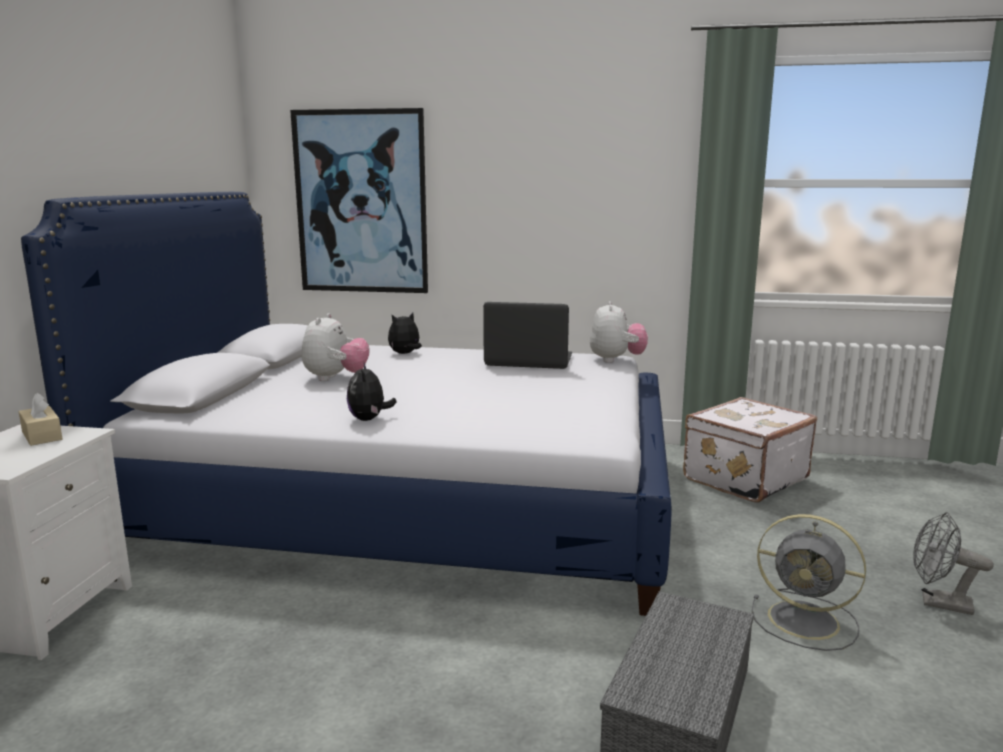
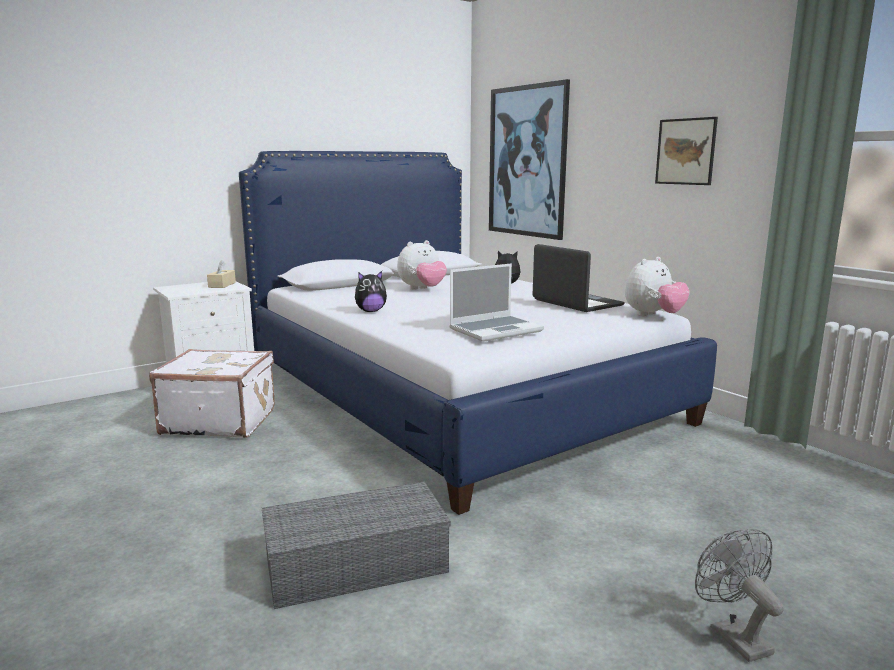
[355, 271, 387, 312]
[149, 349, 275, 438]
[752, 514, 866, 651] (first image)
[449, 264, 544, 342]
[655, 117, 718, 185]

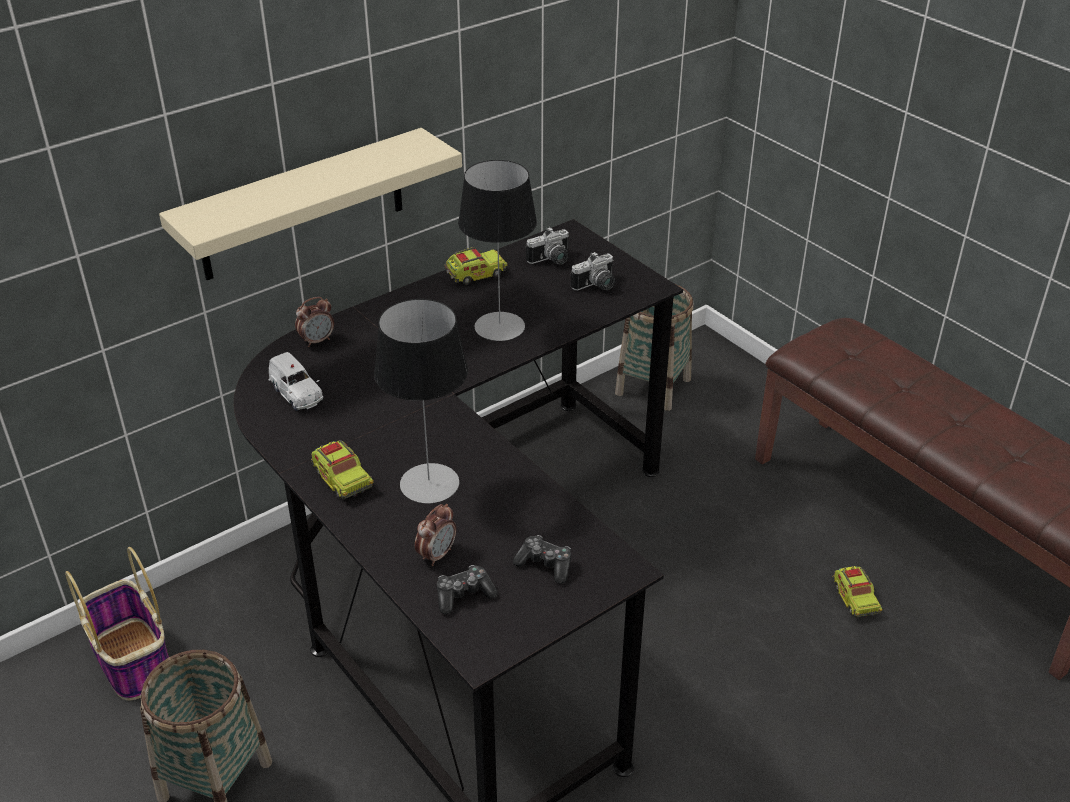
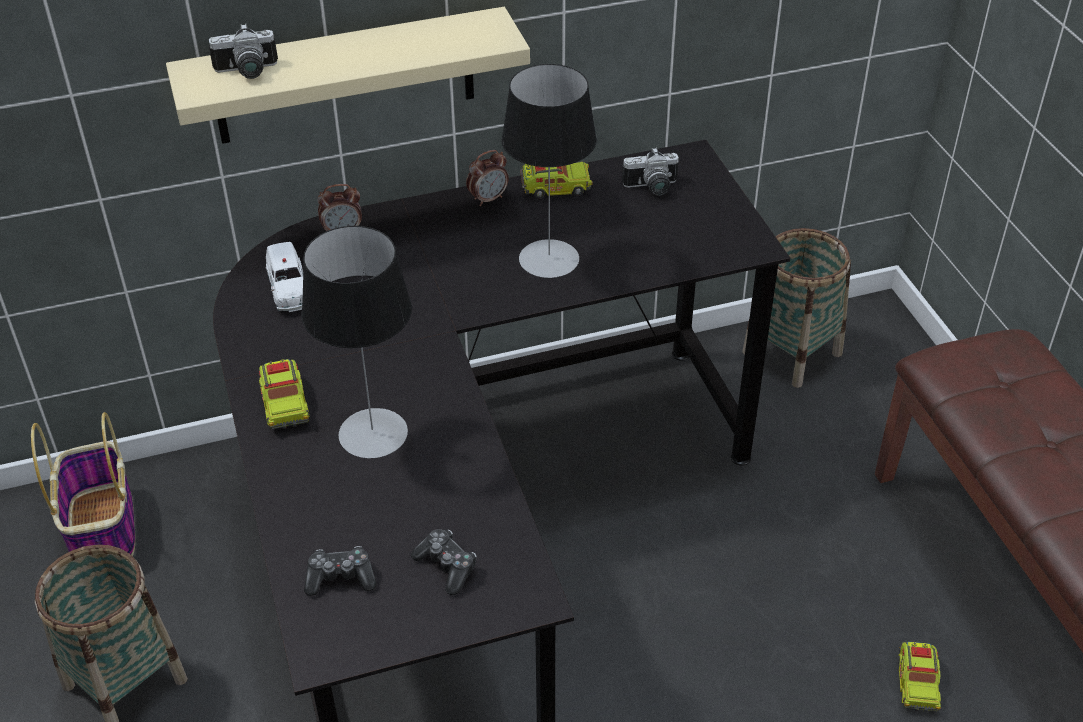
[466, 150, 509, 206]
[209, 24, 278, 79]

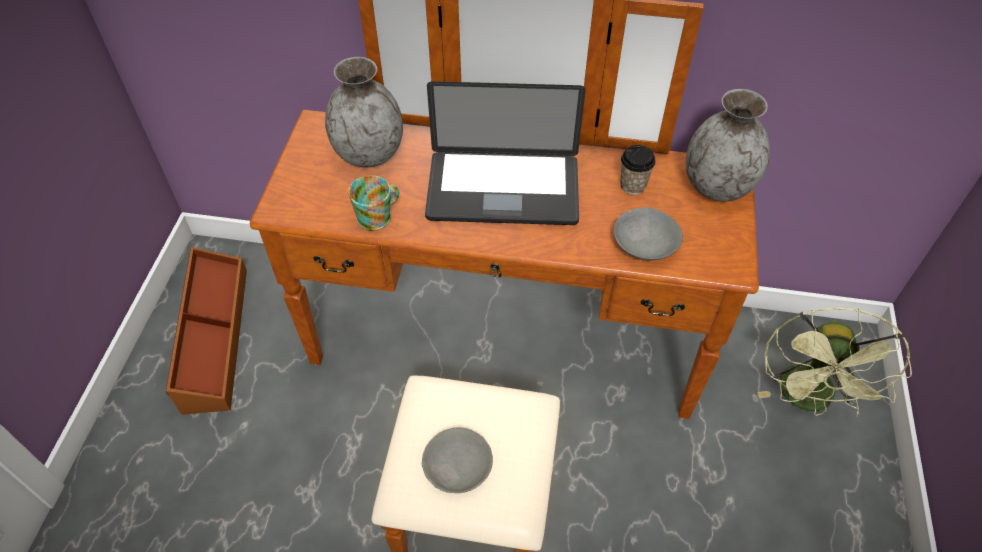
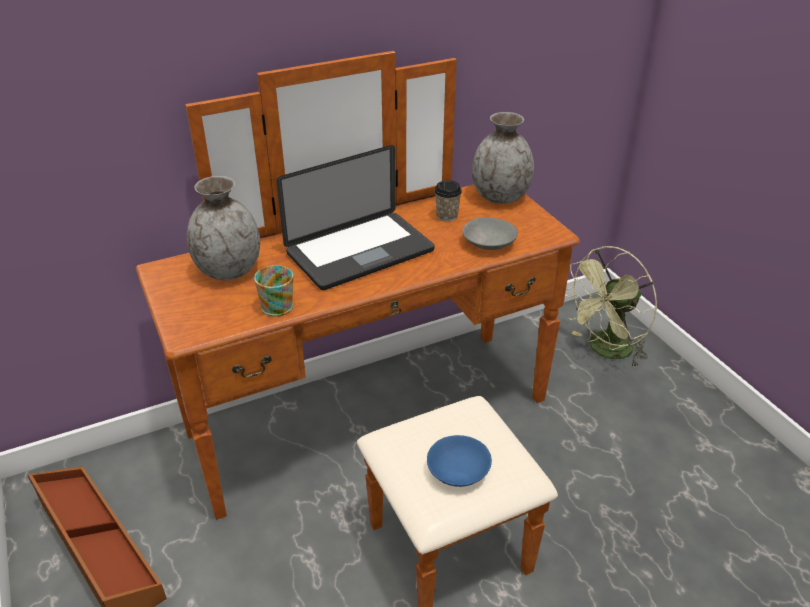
[427, 435, 492, 487]
[565, 246, 657, 367]

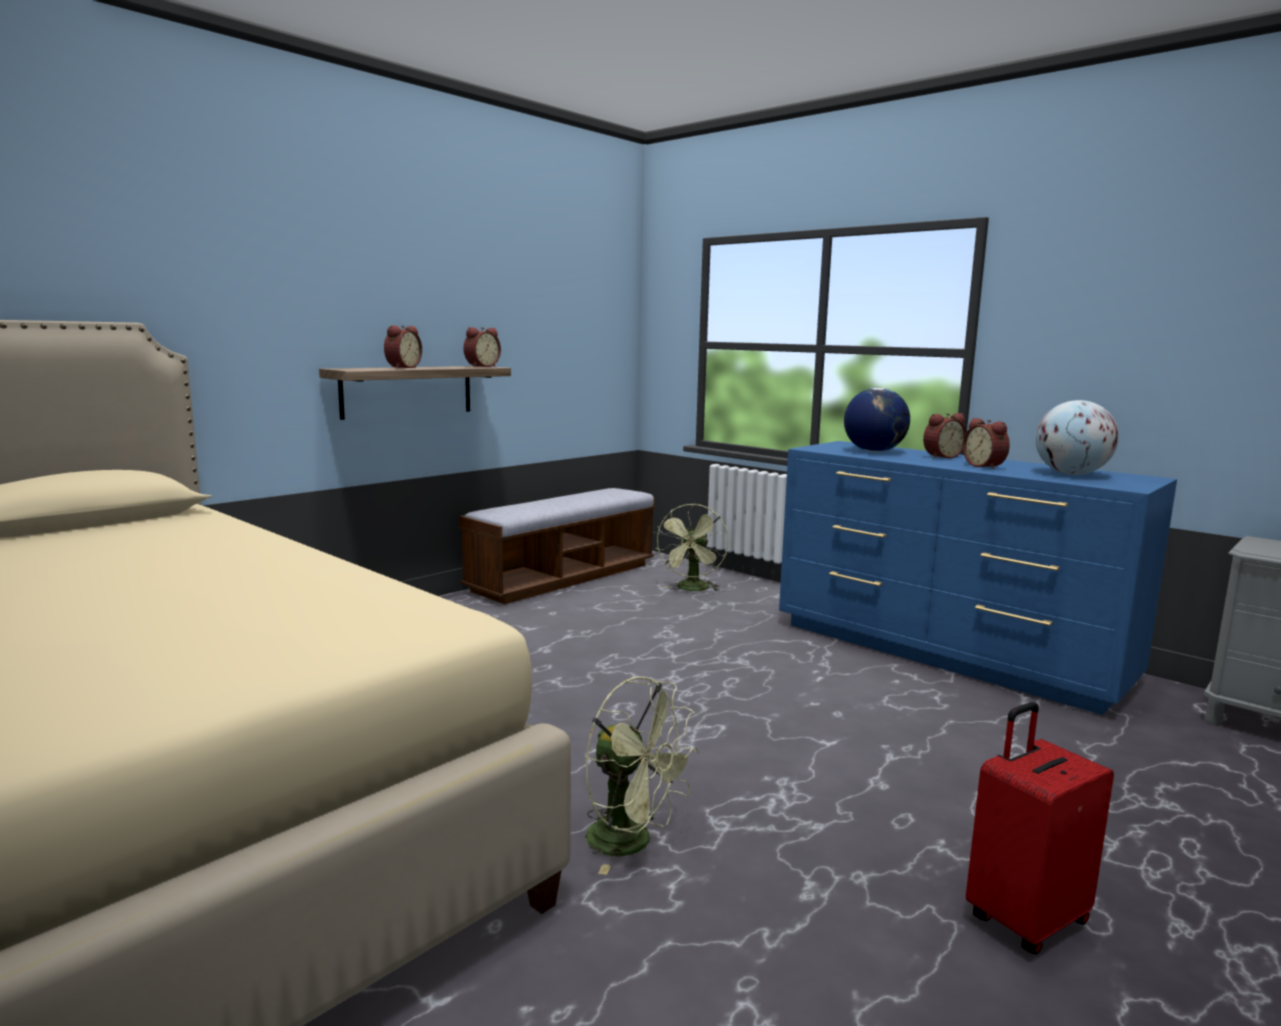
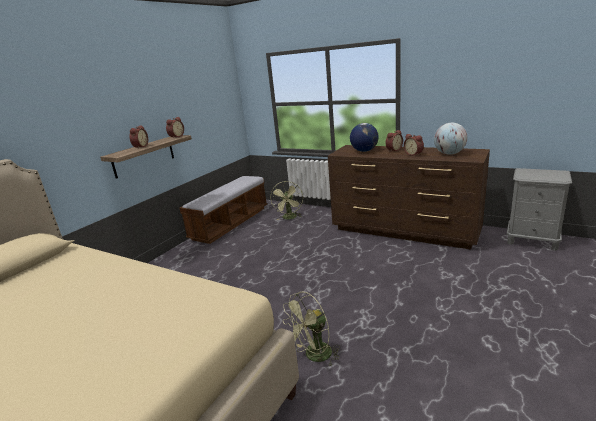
[283, 292, 340, 367]
[328, 145, 490, 249]
[966, 702, 1114, 955] (first image)

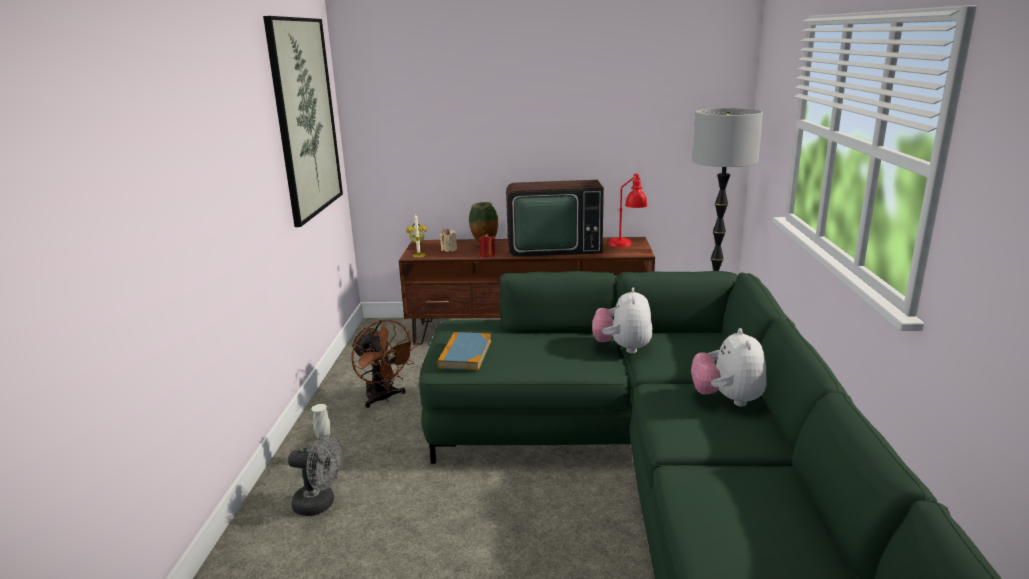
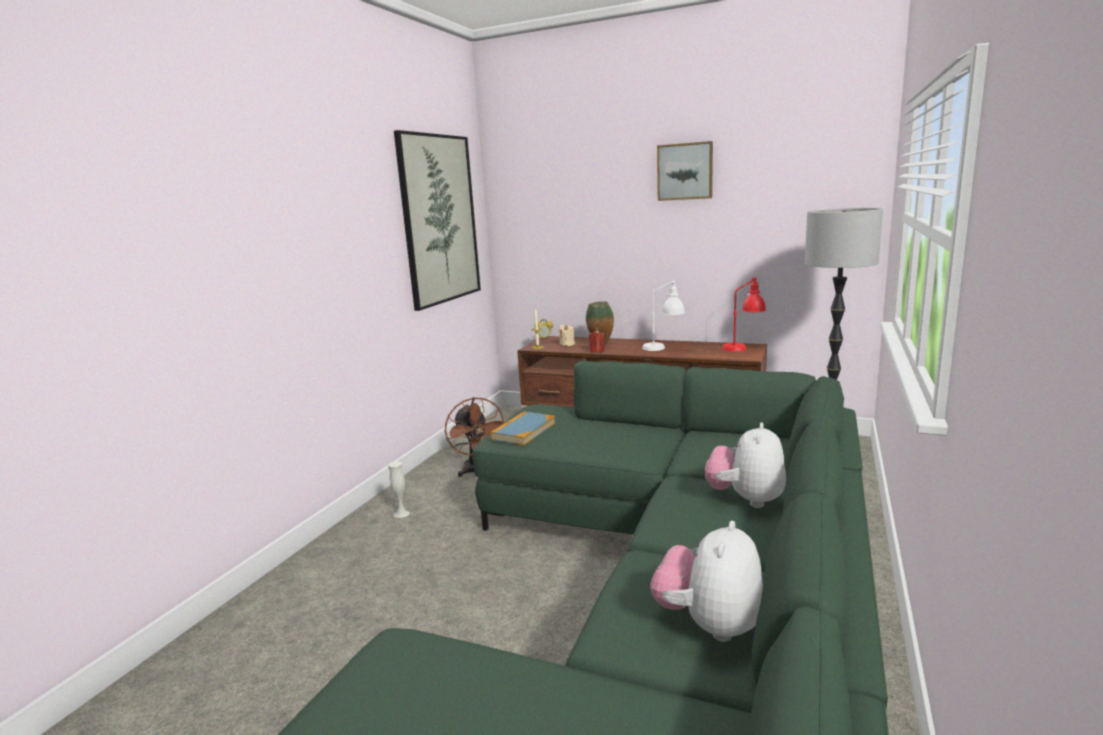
[288, 435, 342, 516] (first image)
[642, 280, 685, 351]
[650, 521, 763, 642]
[657, 141, 713, 201]

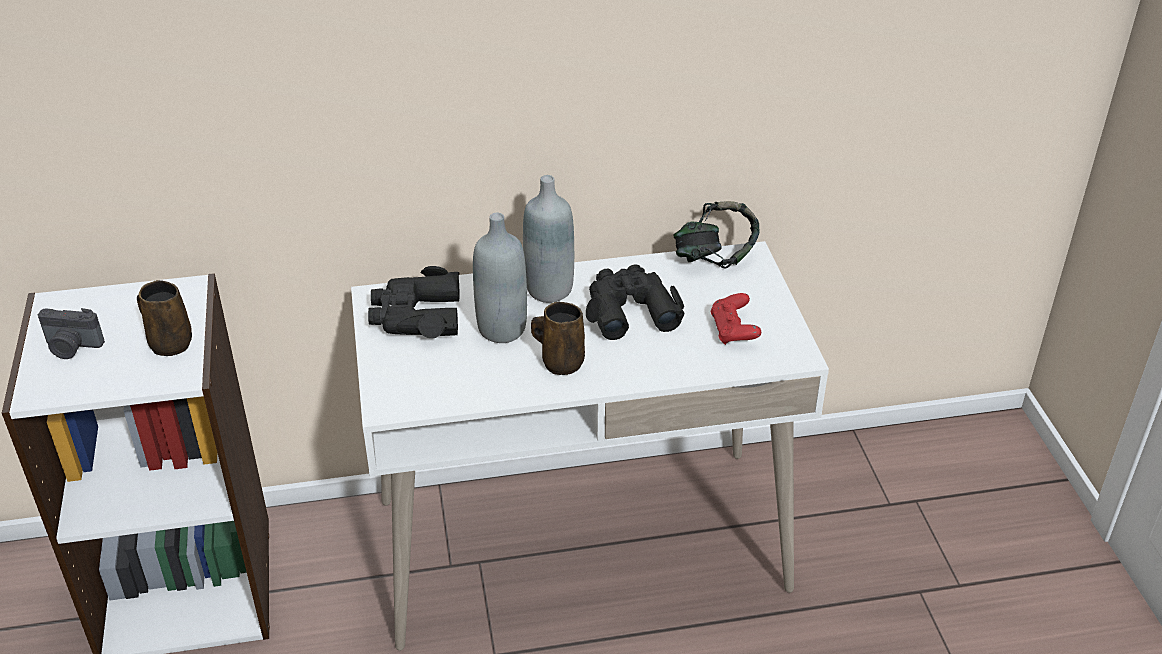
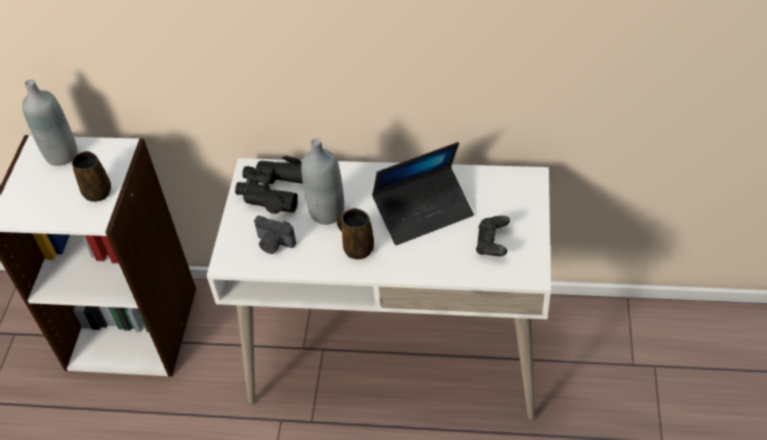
[254, 216, 296, 254]
[22, 79, 77, 166]
[372, 142, 474, 245]
[674, 201, 760, 269] (first image)
[476, 216, 510, 256]

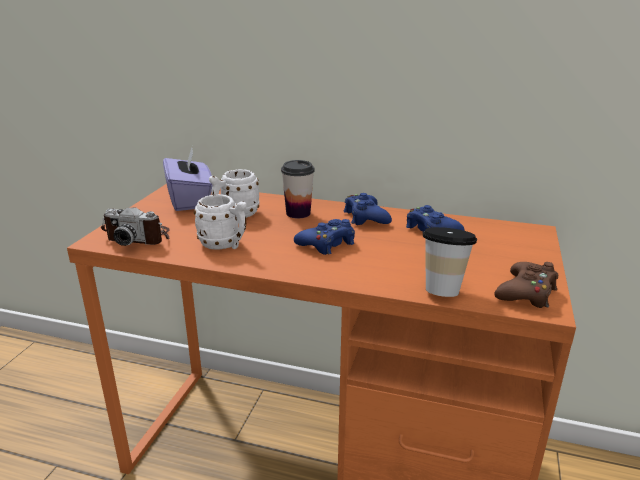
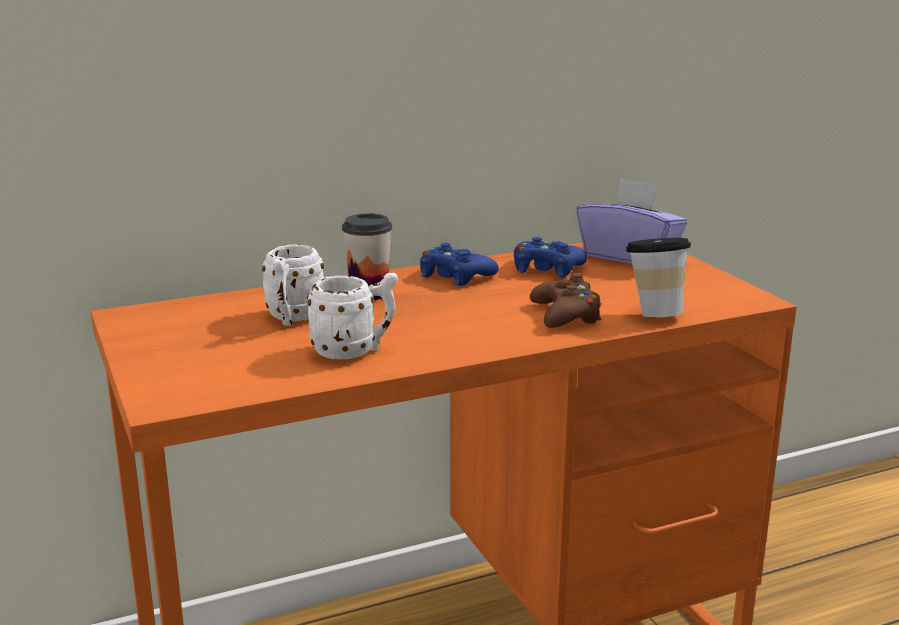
[101, 207, 170, 246] (first image)
[576, 178, 687, 264]
[294, 219, 355, 255] (first image)
[530, 273, 601, 328]

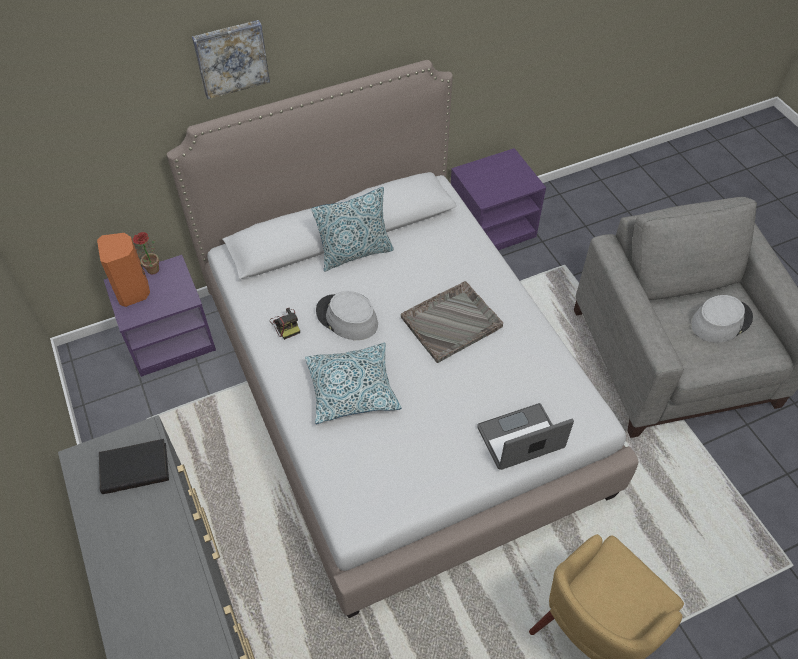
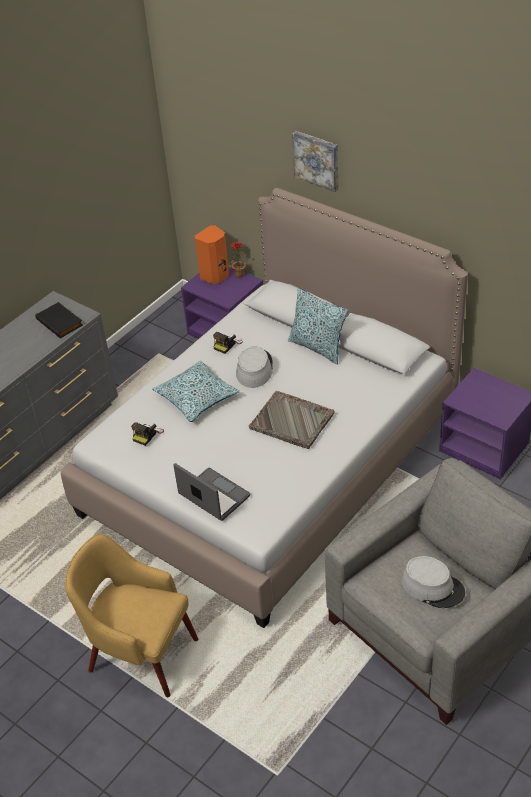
[131, 422, 164, 446]

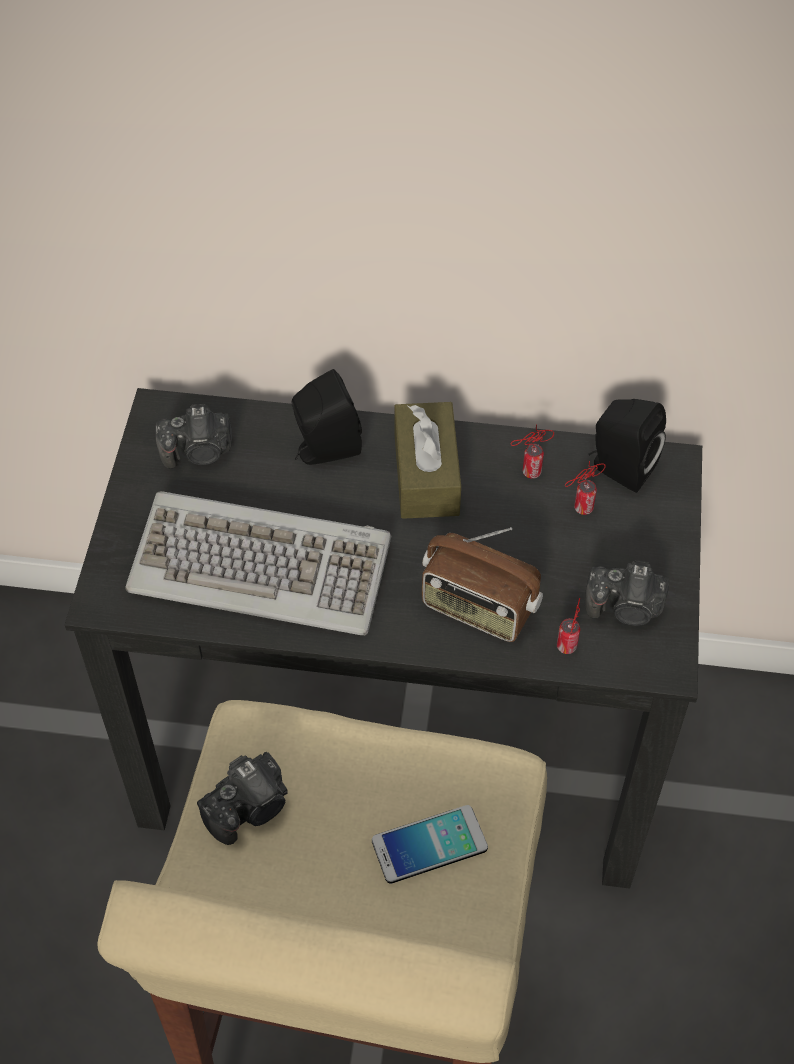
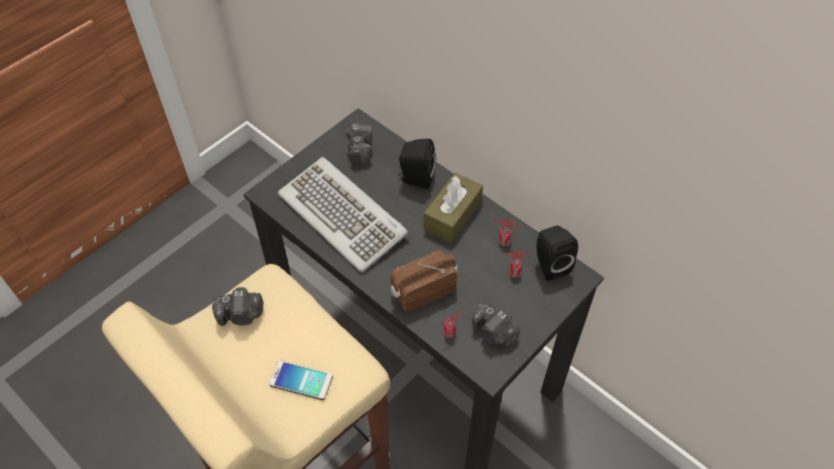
[346, 123, 372, 165]
[391, 250, 458, 312]

